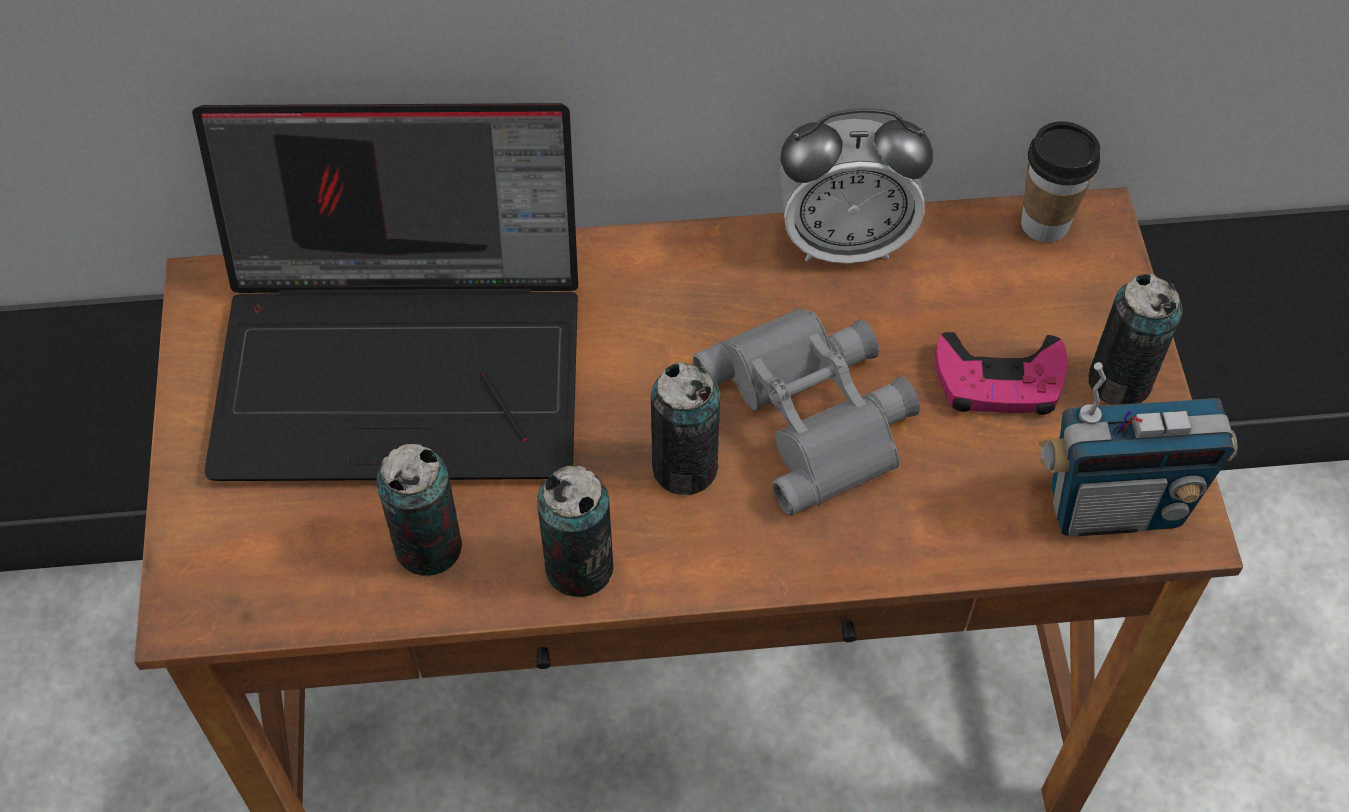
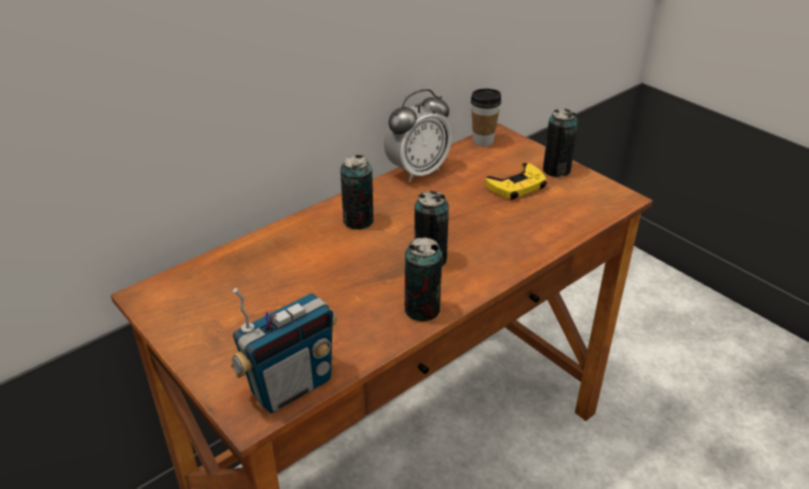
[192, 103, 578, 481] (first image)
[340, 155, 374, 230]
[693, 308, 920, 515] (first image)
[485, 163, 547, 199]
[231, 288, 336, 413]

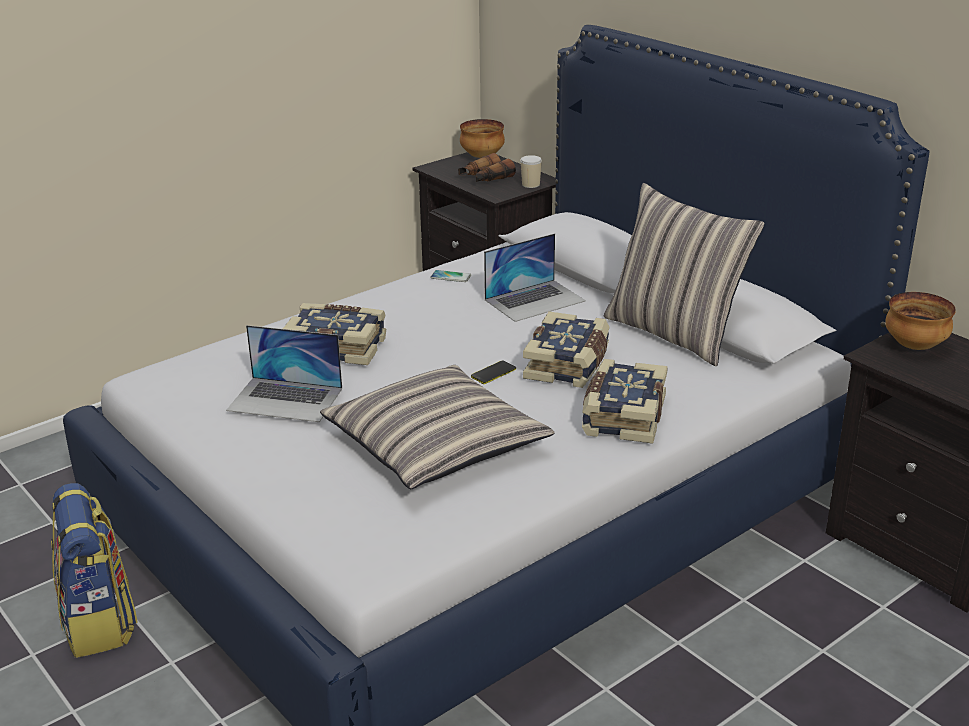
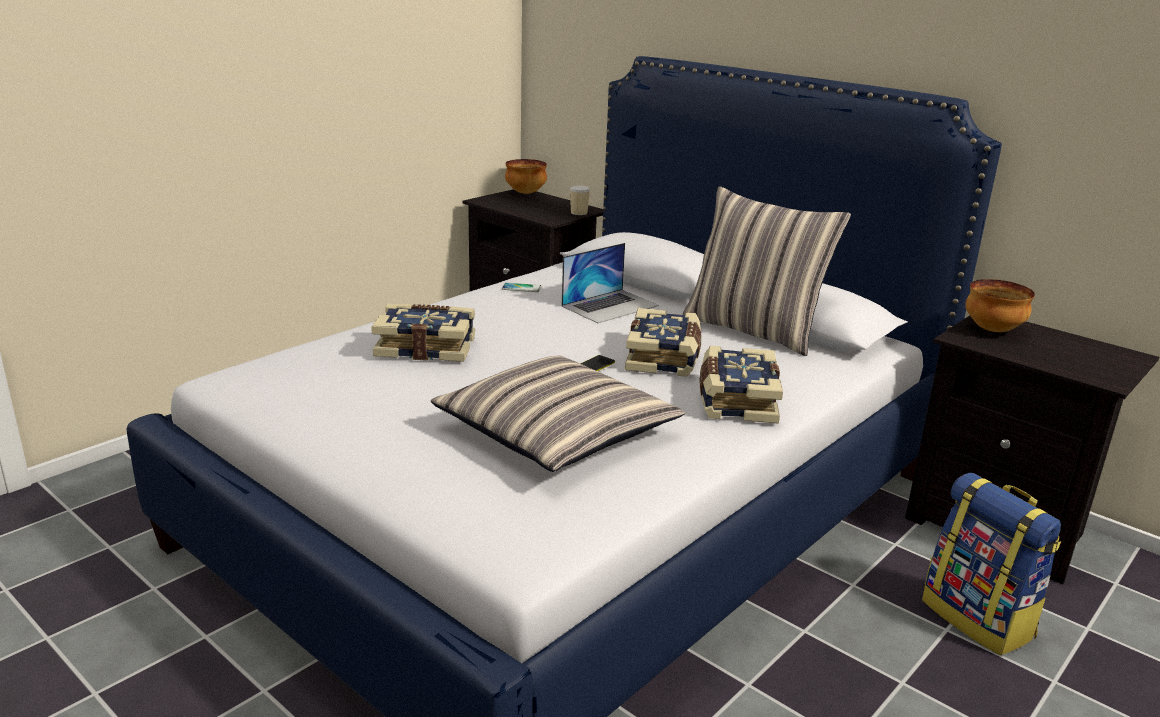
[922, 473, 1061, 656]
[226, 325, 342, 422] (first image)
[458, 153, 516, 182] (first image)

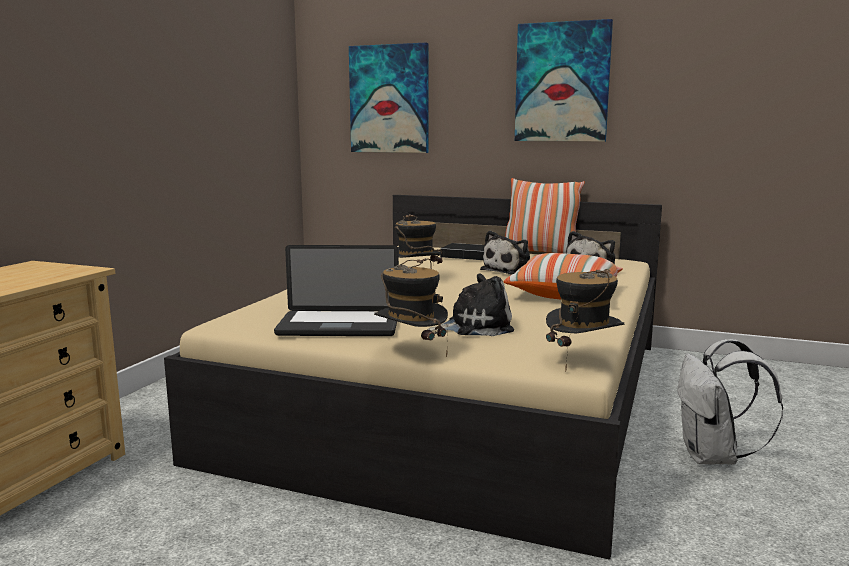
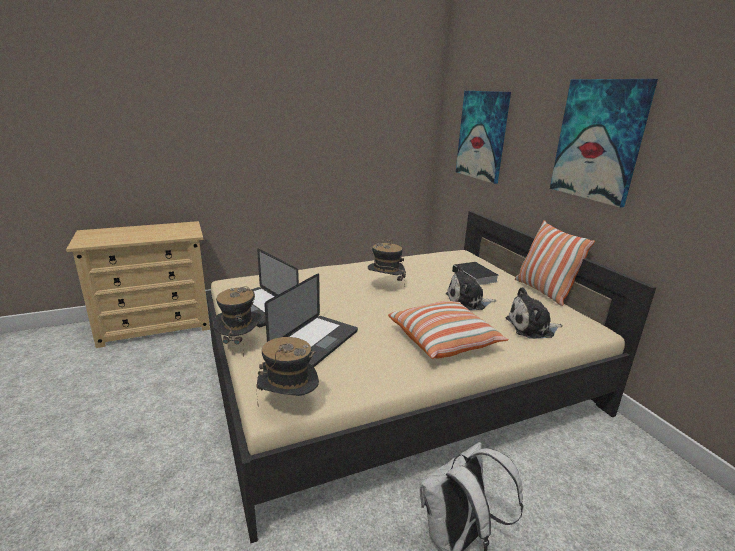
[265, 274, 358, 367]

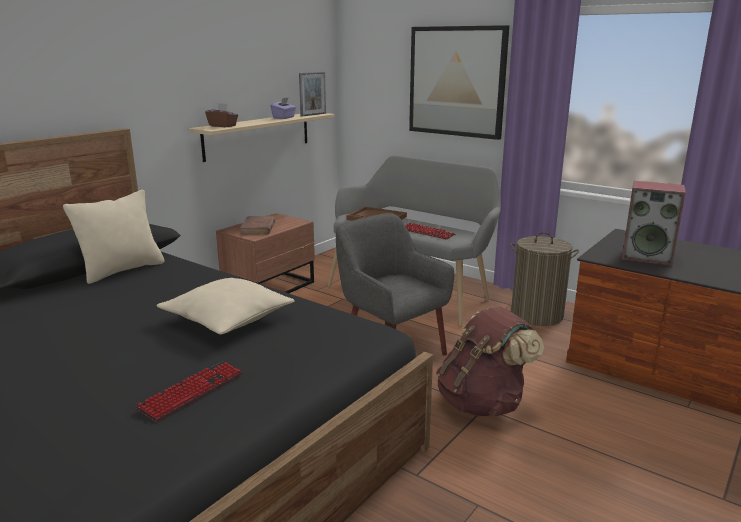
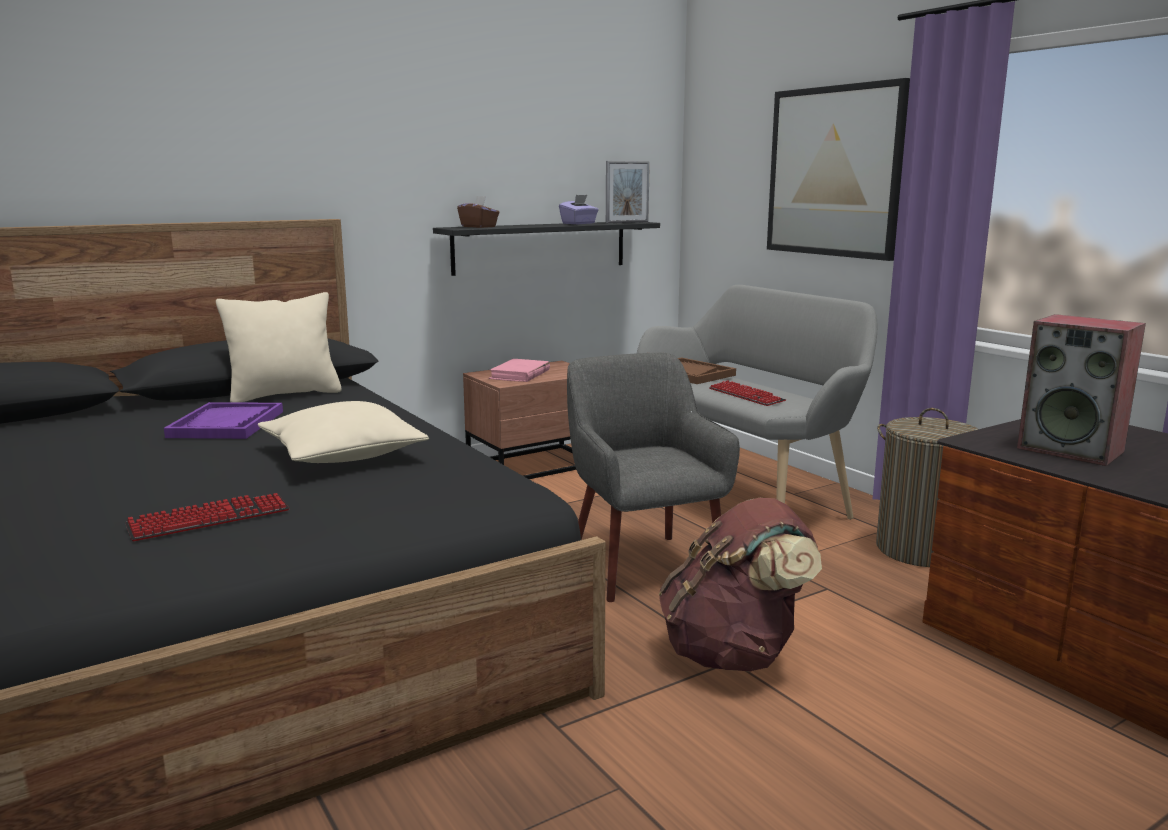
[433, 222, 660, 276]
[489, 359, 550, 382]
[164, 402, 283, 439]

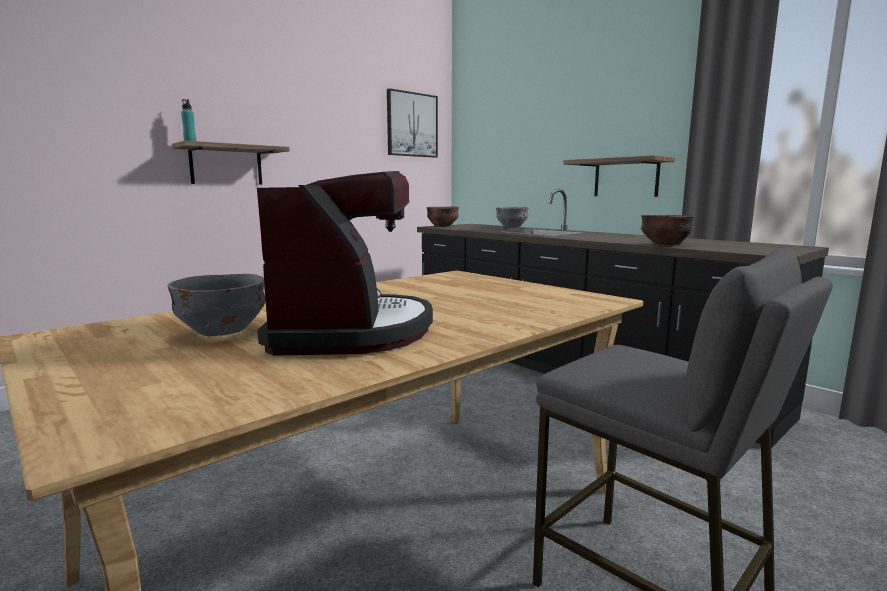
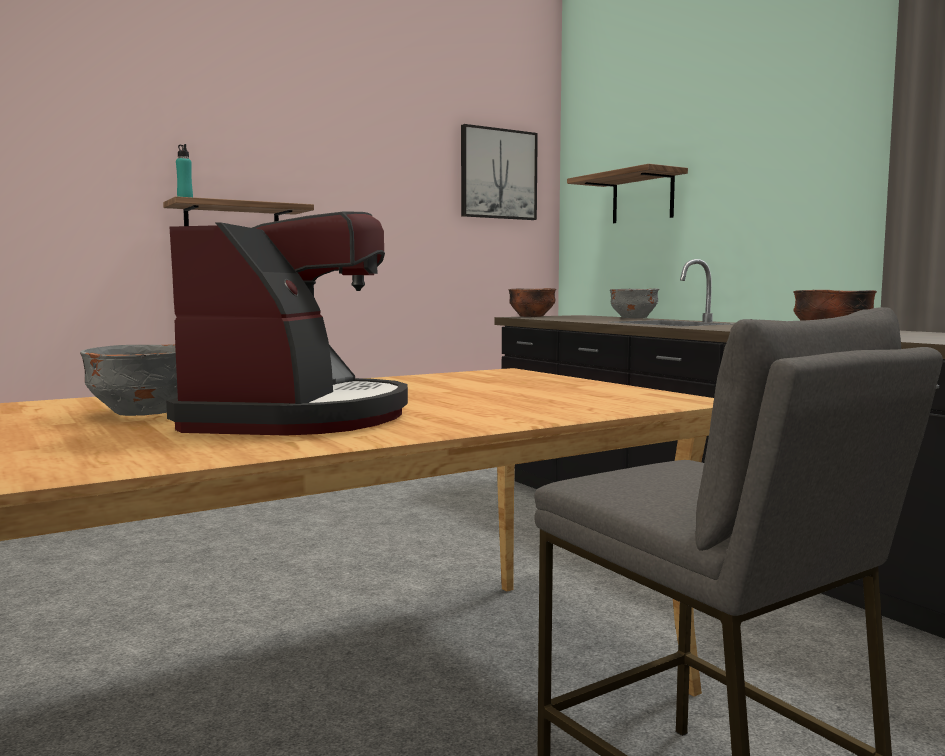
[567, 164, 688, 223]

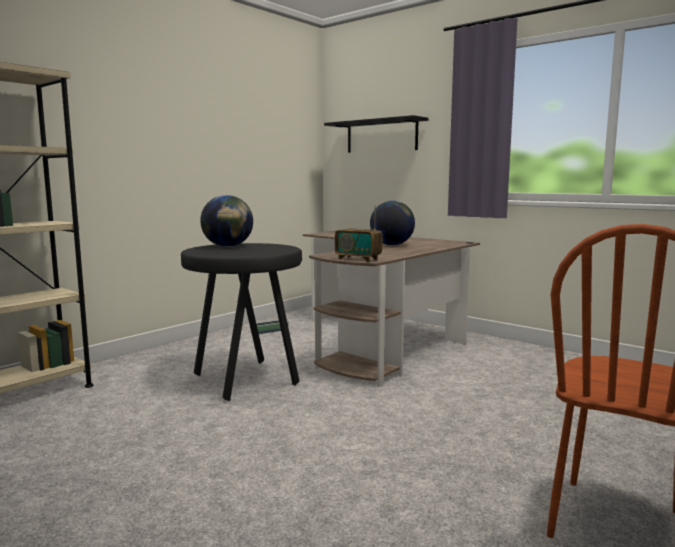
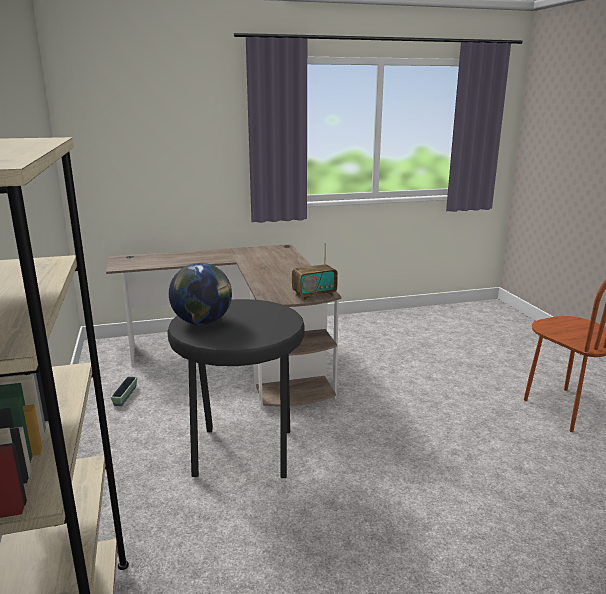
[324, 115, 428, 153] (first image)
[370, 201, 415, 245] (first image)

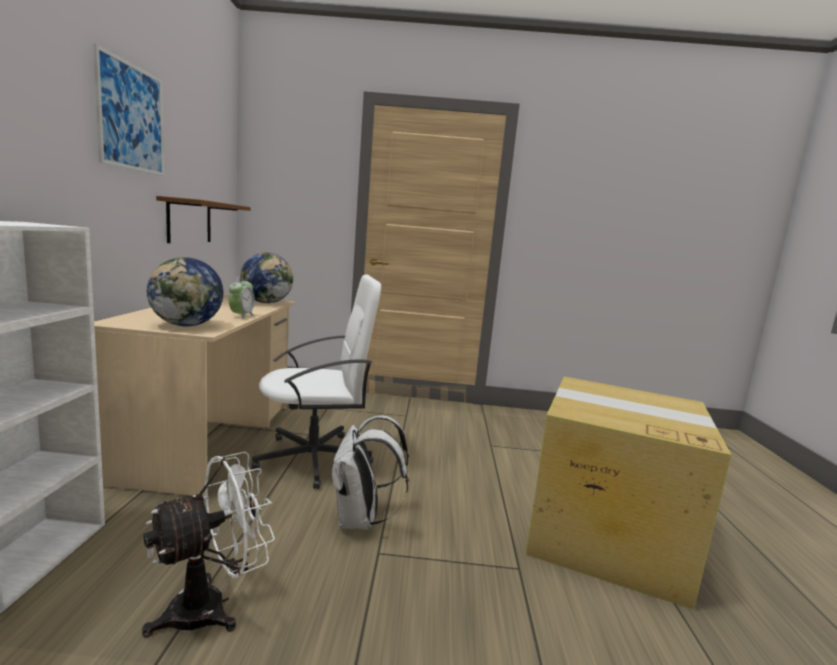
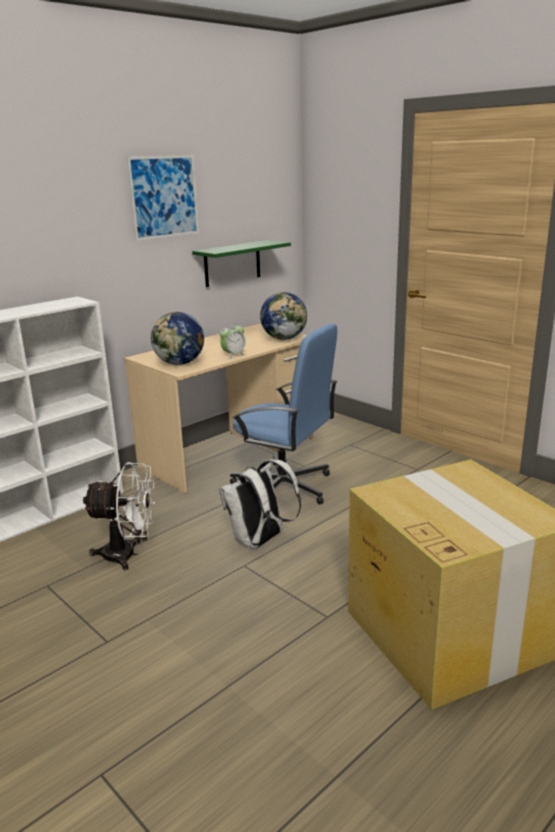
[192, 240, 291, 287]
[230, 323, 337, 505]

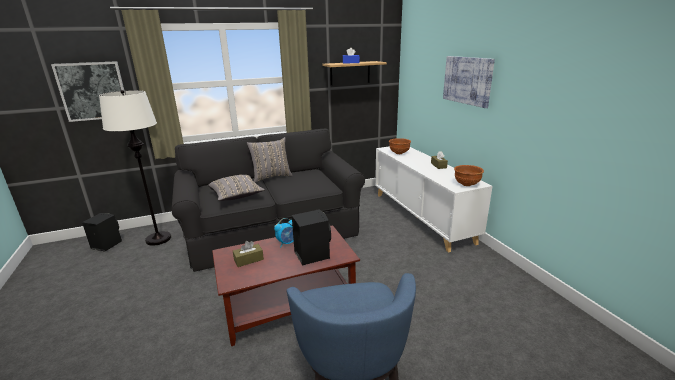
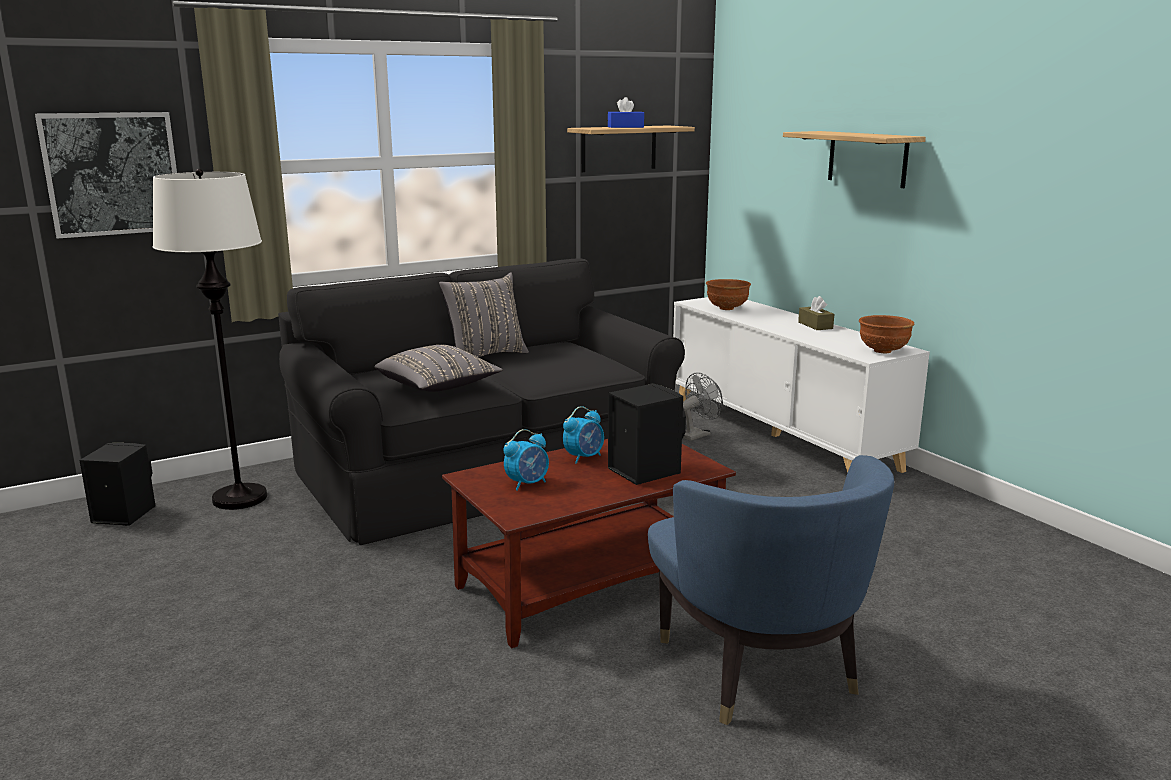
[504, 429, 549, 491]
[783, 131, 926, 188]
[683, 372, 723, 441]

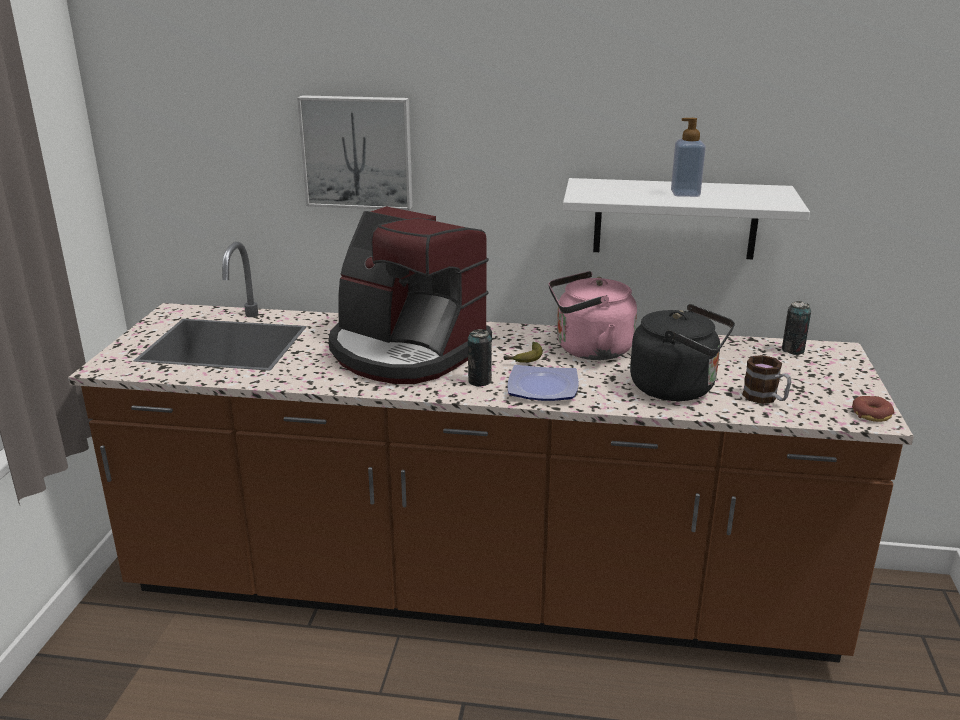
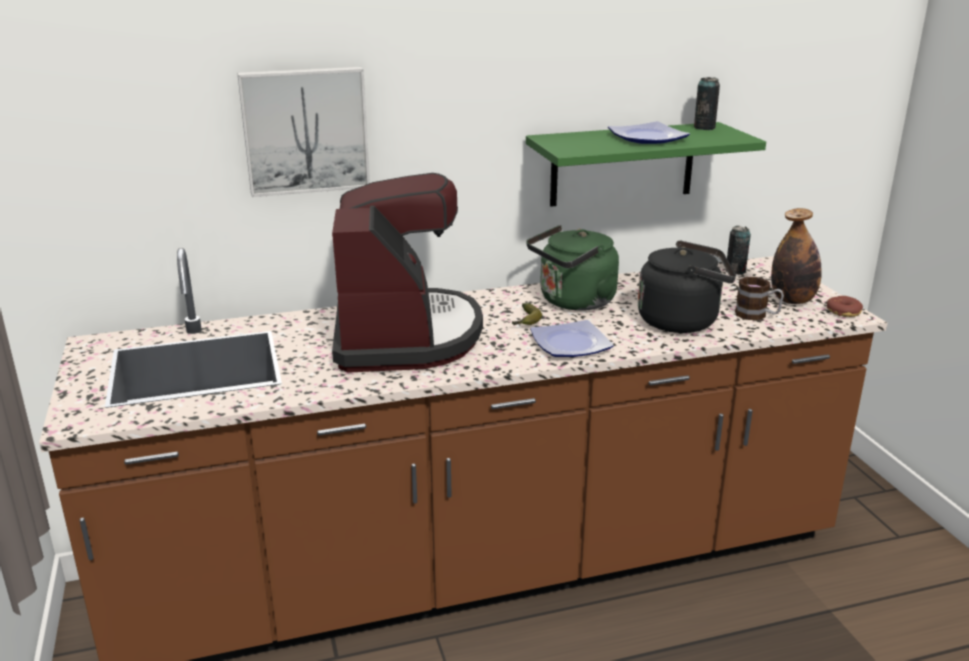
[332, 173, 483, 373]
[694, 77, 720, 130]
[526, 225, 619, 311]
[526, 122, 766, 207]
[608, 121, 690, 144]
[771, 208, 822, 304]

